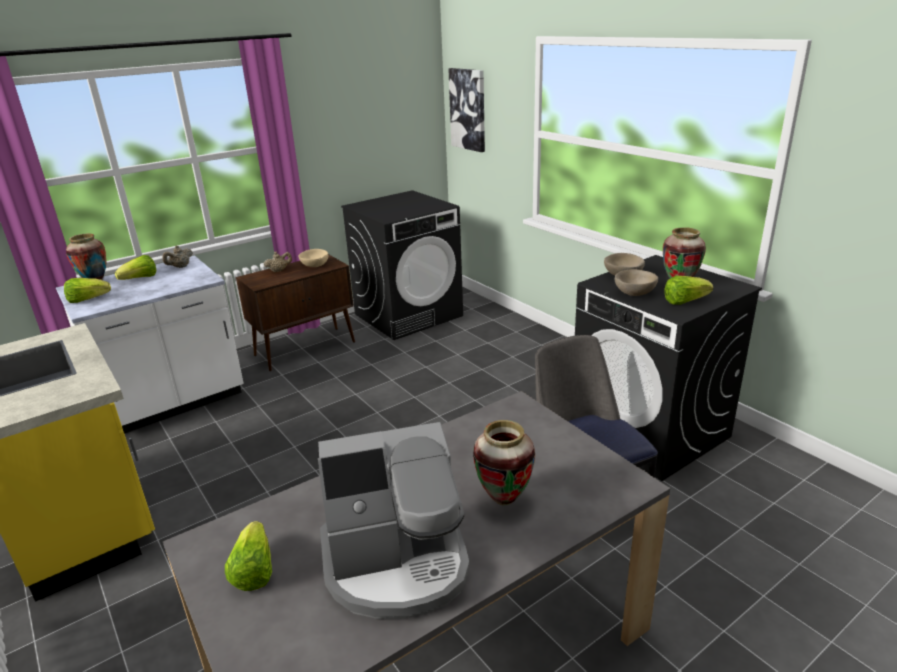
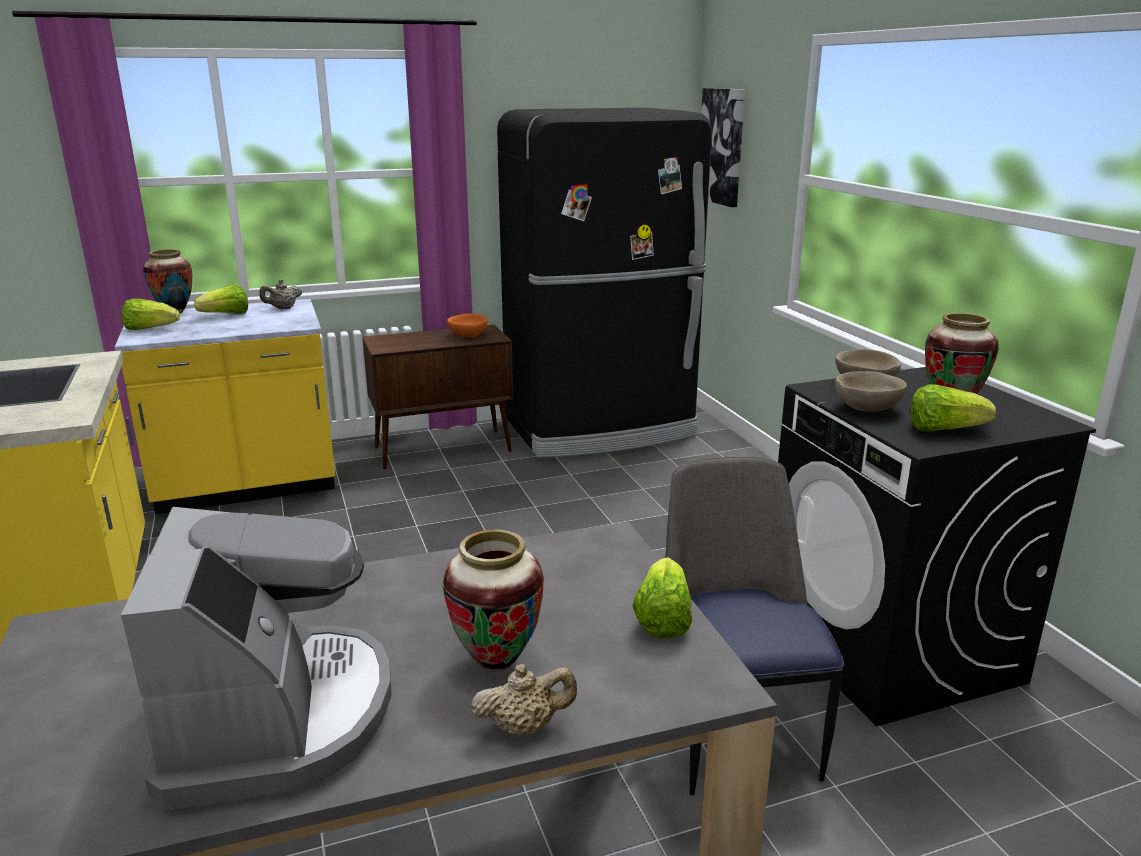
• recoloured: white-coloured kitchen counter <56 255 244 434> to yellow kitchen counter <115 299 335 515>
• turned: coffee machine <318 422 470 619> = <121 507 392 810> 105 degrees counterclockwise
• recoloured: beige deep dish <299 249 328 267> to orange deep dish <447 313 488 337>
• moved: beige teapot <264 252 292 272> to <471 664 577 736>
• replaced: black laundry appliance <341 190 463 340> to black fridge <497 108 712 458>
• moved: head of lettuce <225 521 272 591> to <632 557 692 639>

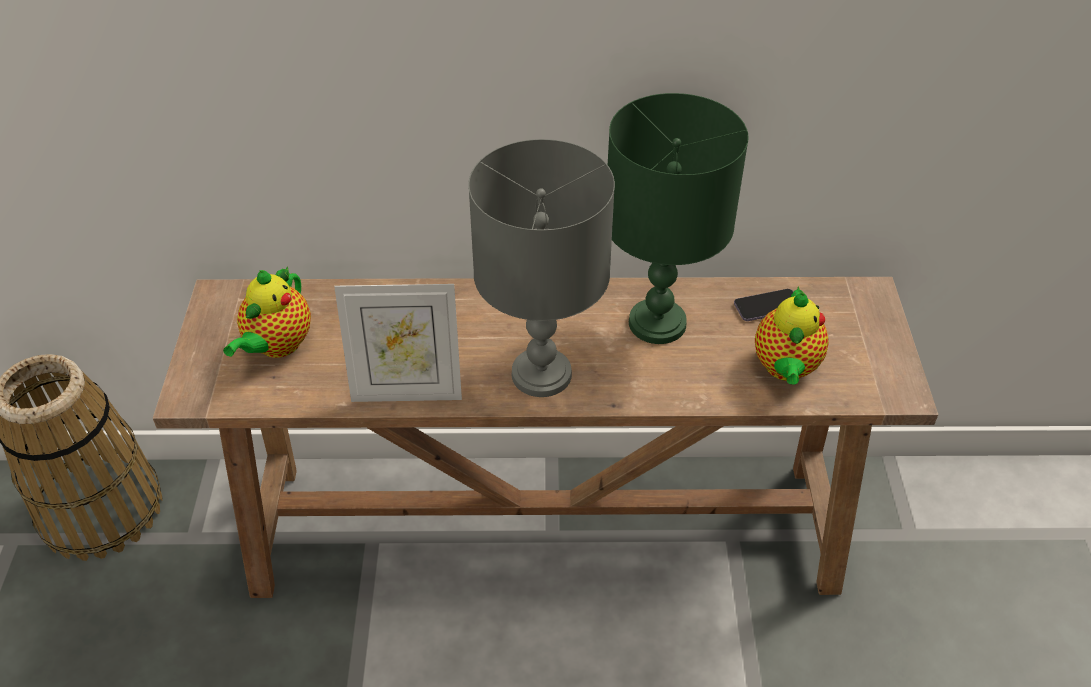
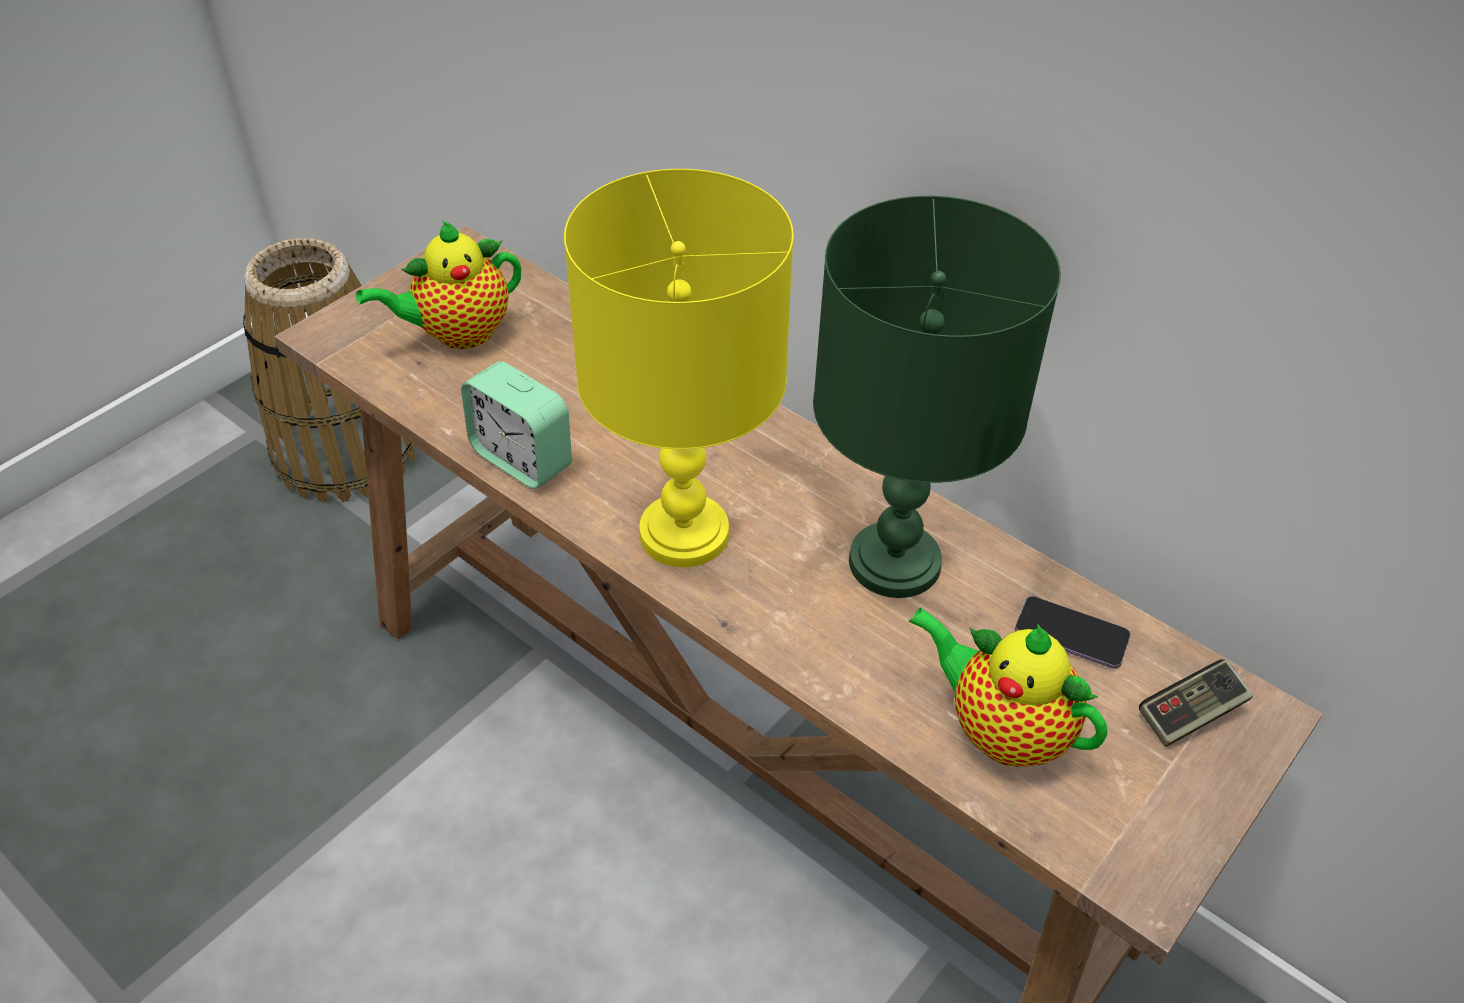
• replaced: picture frame <334 284 462 402> to bedside clock <461 361 572 489>
• recoloured: gray table lamp <468 139 615 397> to yellow table lamp <564 169 794 567>
• turned: teapot <755 286 829 385> = <908 608 1107 767> 75 degrees clockwise
• added: gamepad <1139 659 1253 747>

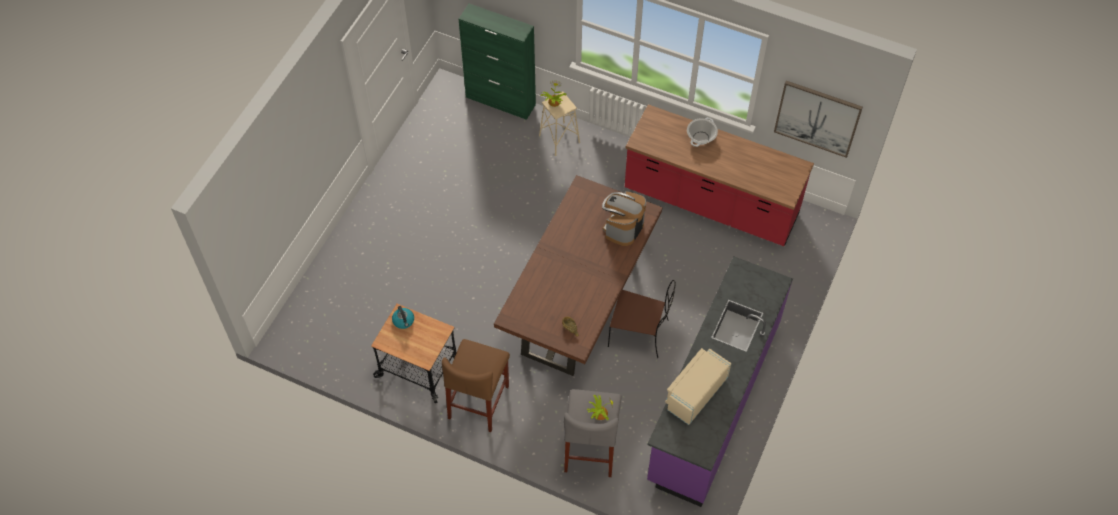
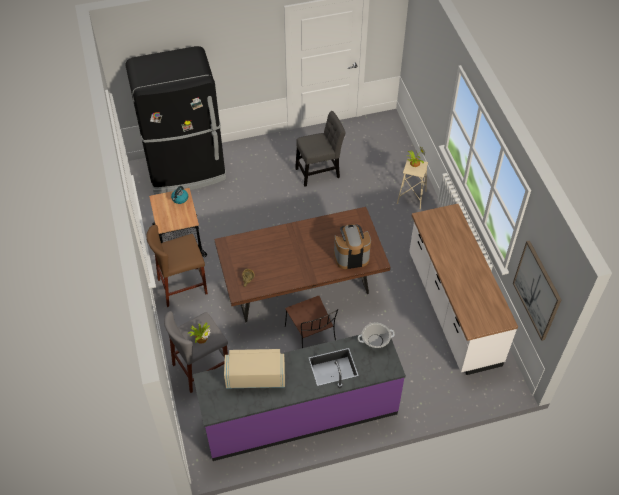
• added: black fridge <125 46 226 194>
• added: gray chair <295 111 346 187>
• moved: stockpot <687 117 718 147> to <358 323 395 348>
• recoloured: reddish kitchen counter <625 104 814 246> to white-coloured kitchen counter <409 204 518 375>
• removed: greenish cabinet <459 4 536 120>

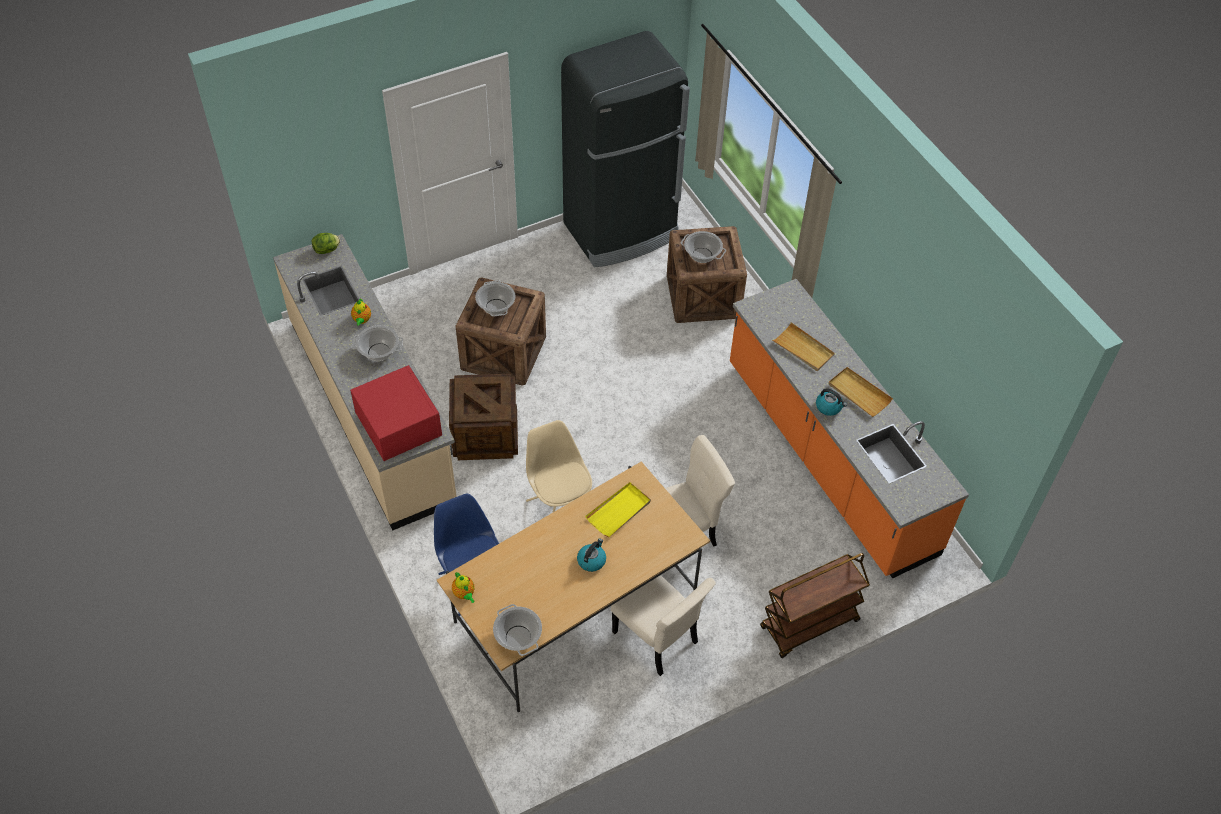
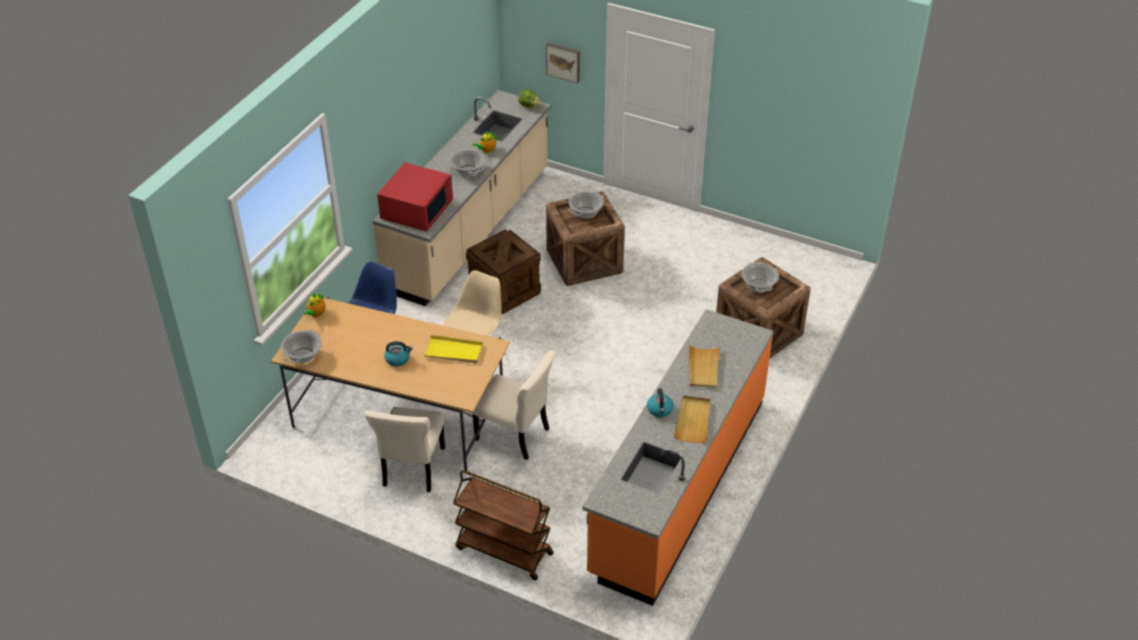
• added: picture <546 43 580 83>
• removed: black fridge <561 31 690 267>

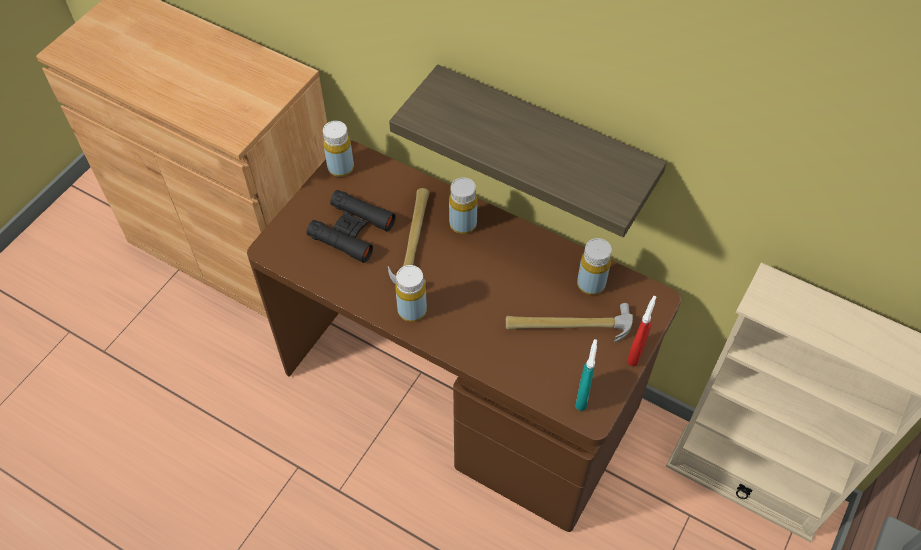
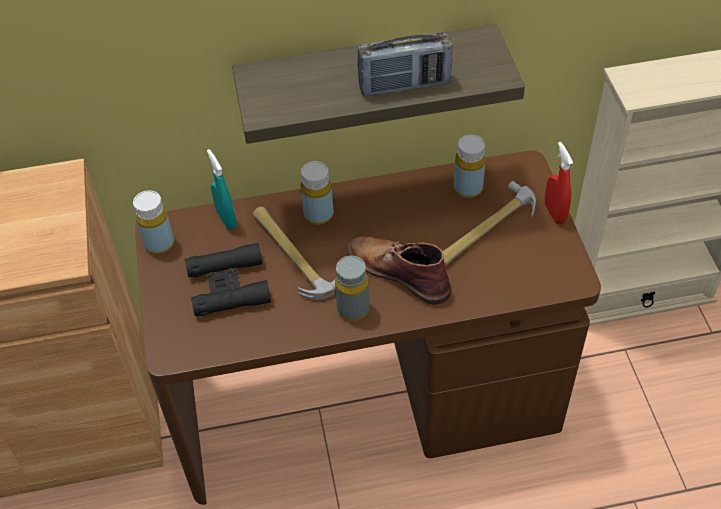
• moved: blue-green spray bottle <575 339 597 411> to <207 149 237 230>
• recoloured: yellow drink bottle <395 265 427 322> to gray drink bottle <335 256 369 321>
• added: brownish tall boot <348 236 451 305>
• added: radio <357 33 453 96>

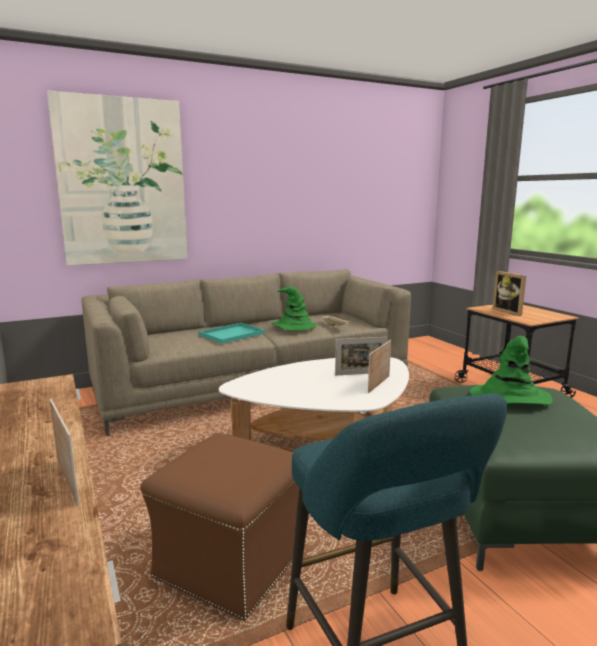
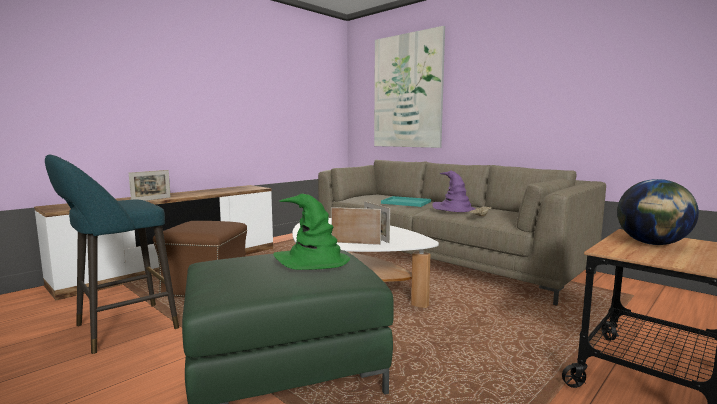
• recoloured: greenish wearable hat <271 286 316 331> to purple wearable hat <432 171 476 212>
• replaced: picture frame <493 271 526 316> to globe <617 179 699 245>

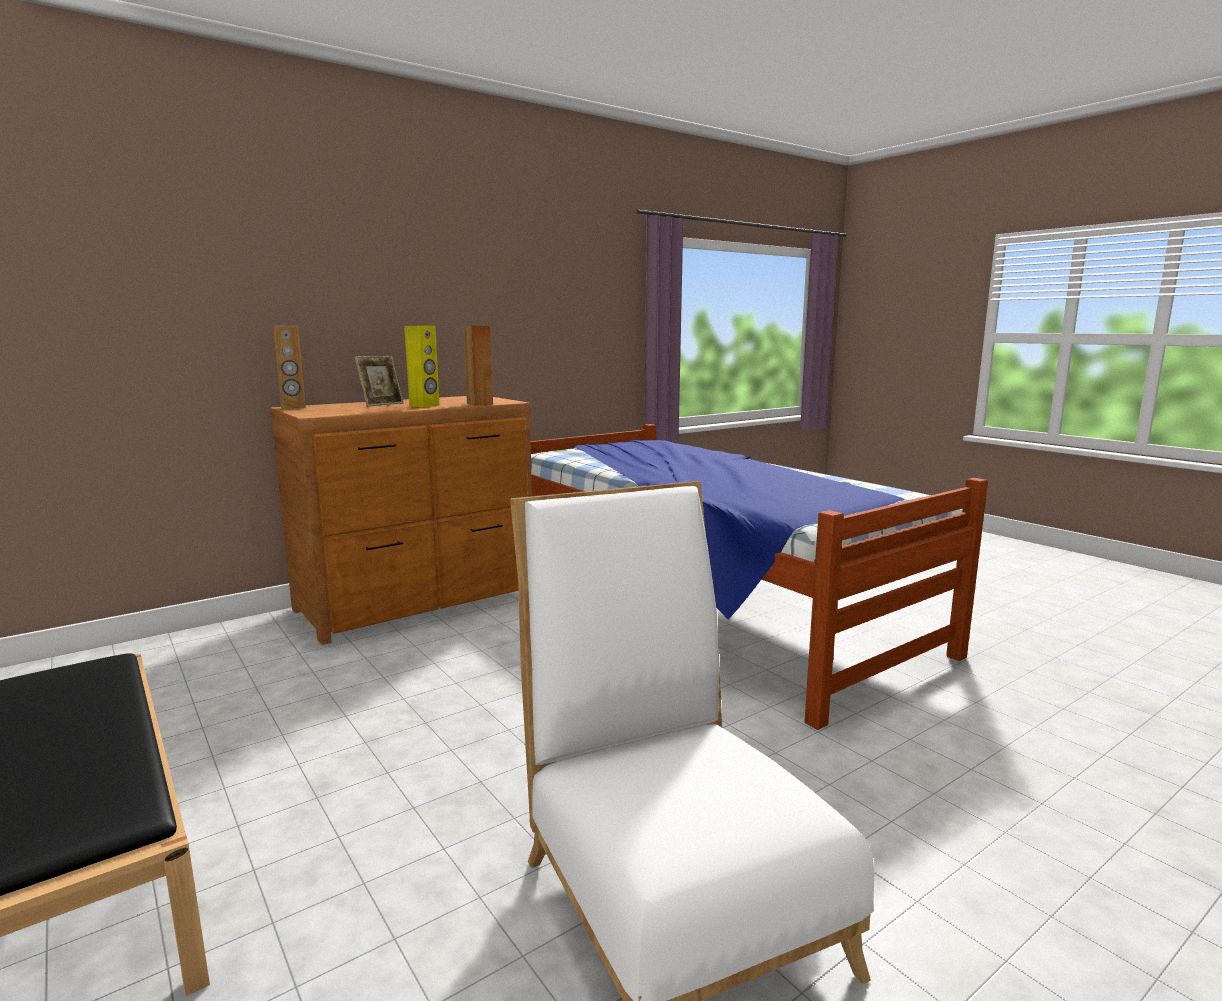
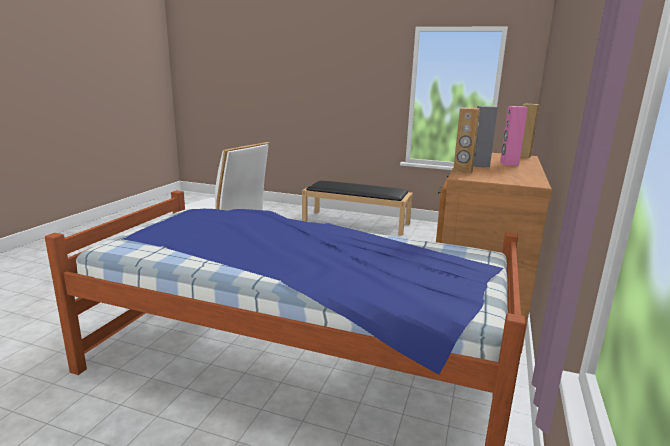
• recoloured: yellow audio speaker <404 326 440 408> to gray audio speaker <473 106 498 167>
• replaced: picture frame <354 356 404 407> to pink audio speaker <500 106 528 166>

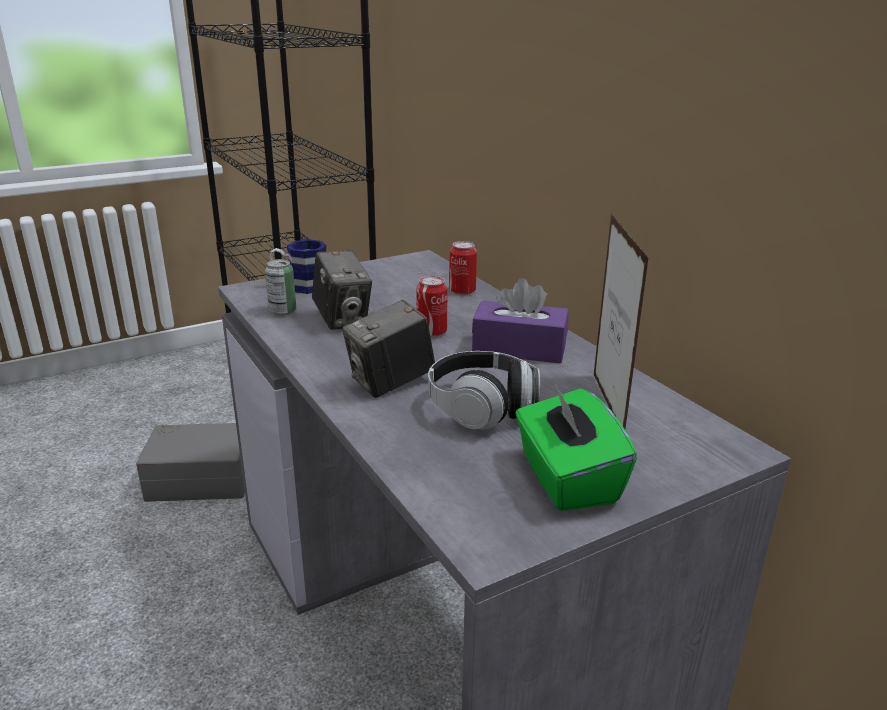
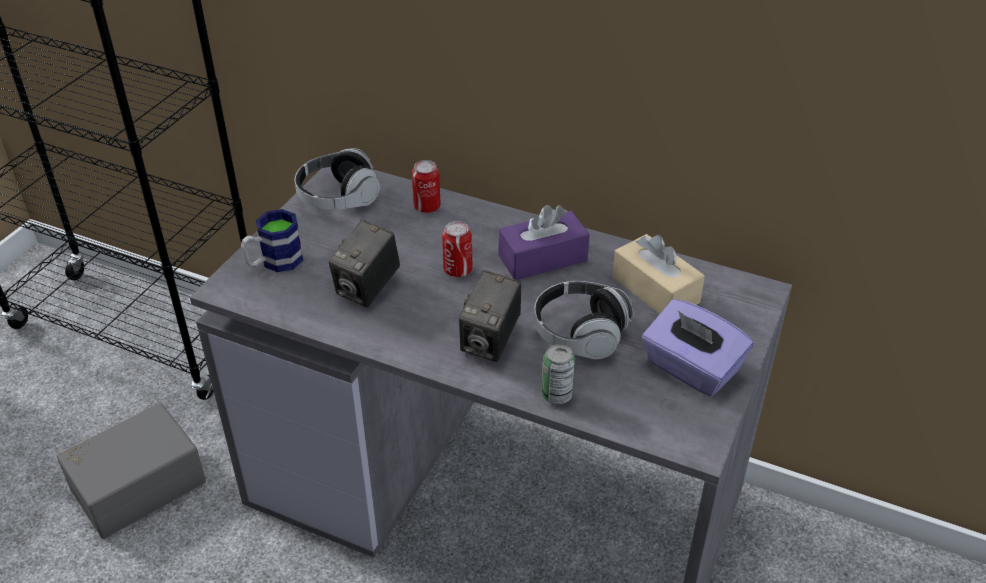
• added: headset <295 148 380 209>
• turned: photo camera <312 250 372 330> = <329 220 400 307> 90 degrees clockwise
• moved: sealed can <265 259 296 316> to <542 344 575 404>
• replaced: picture frame <594 214 649 429> to beige tissue box <612 234 705 314>
• recoloured: greenish tissue box <515 382 637 511> to purple tissue box <642 299 753 397>

